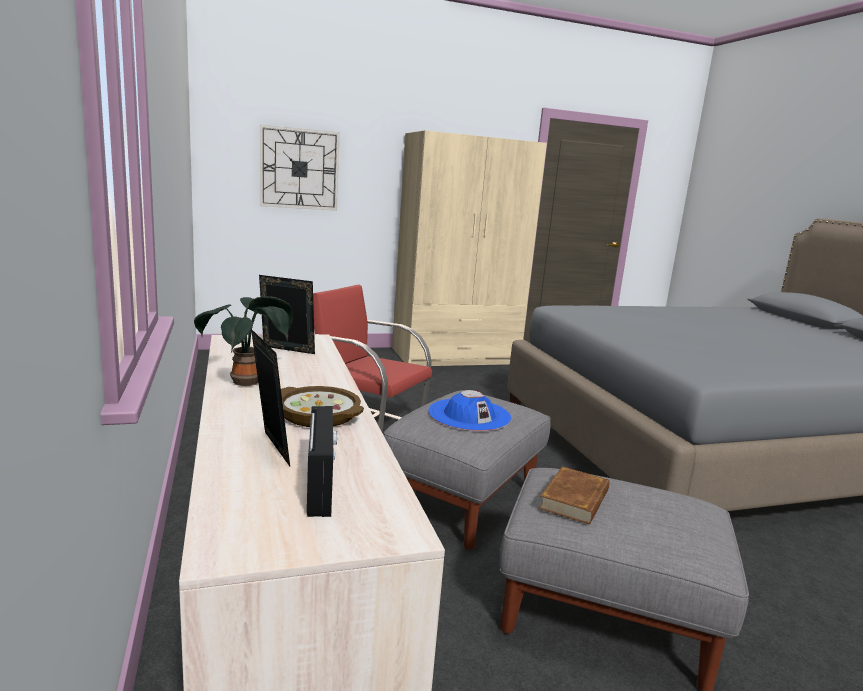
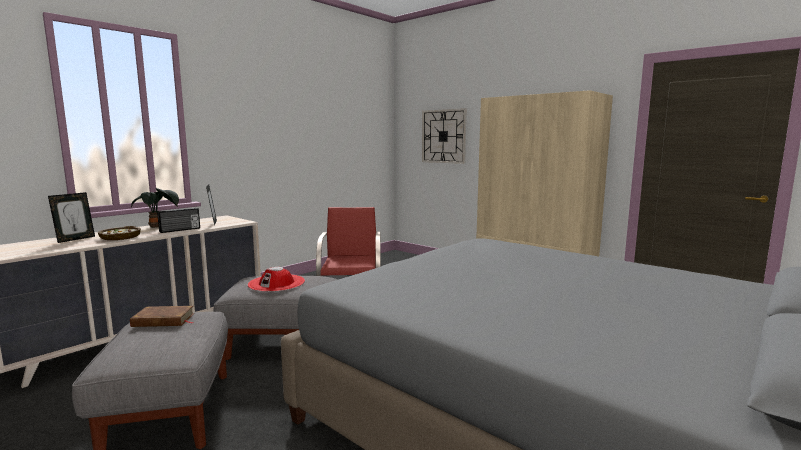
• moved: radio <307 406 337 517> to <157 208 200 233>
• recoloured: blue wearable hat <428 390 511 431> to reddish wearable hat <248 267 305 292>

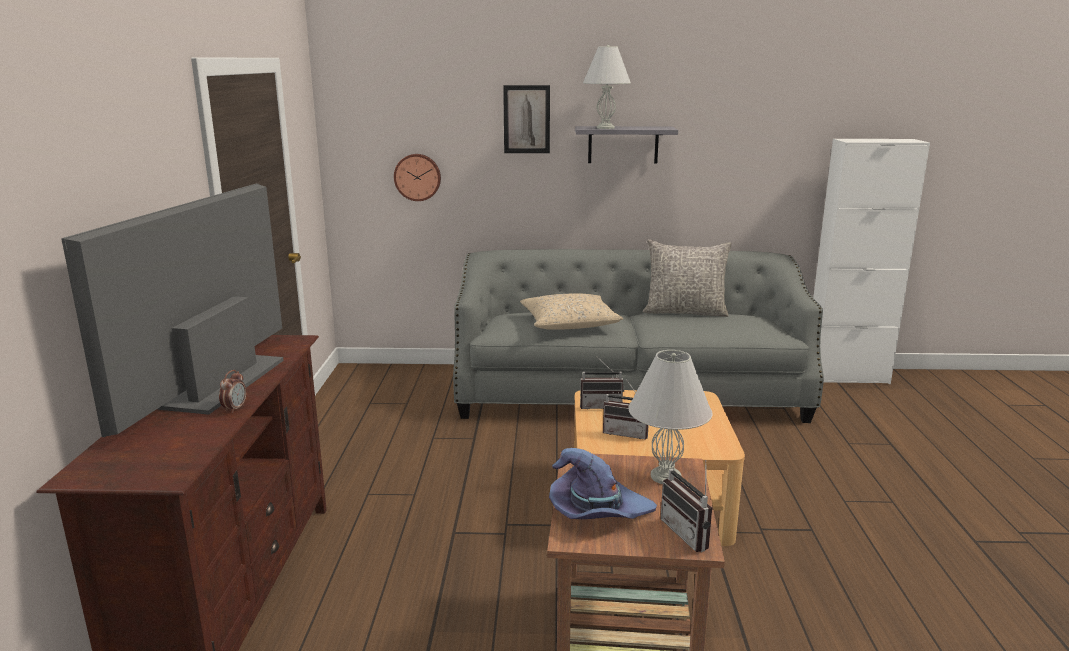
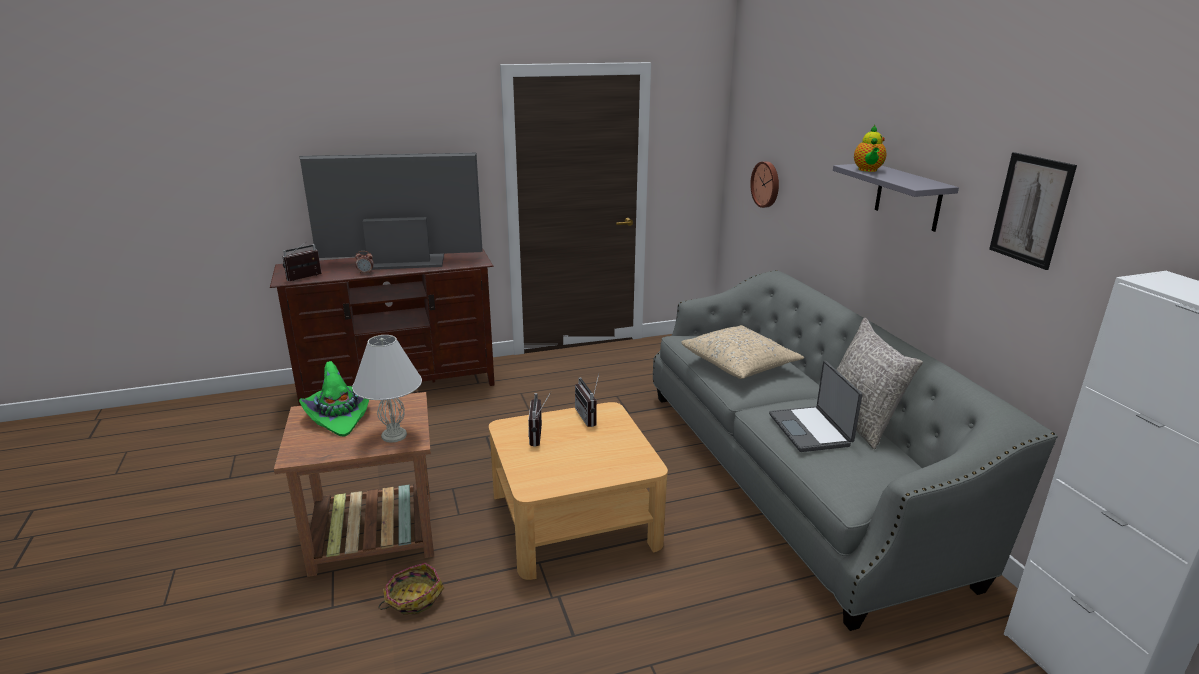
• moved: radio <661 460 712 552> to <282 243 322 281>
• recoloured: purple wearable hat <549 448 657 519> to greenish wearable hat <299 361 369 437>
• added: basket <379 563 444 614>
• added: notebook computer <769 361 862 452>
• replaced: white-coloured table lamp <583 45 631 129> to teapot <854 125 886 172>
• moved: picture <503 85 550 153> to <989 152 1077 270>

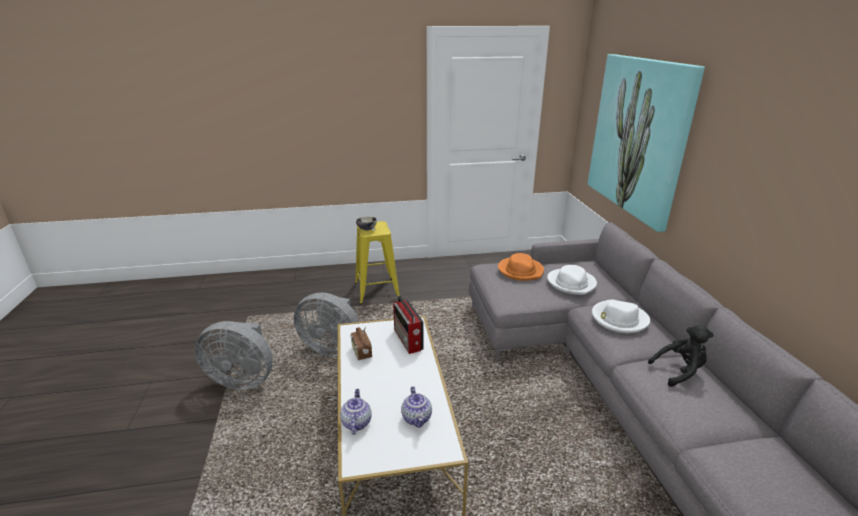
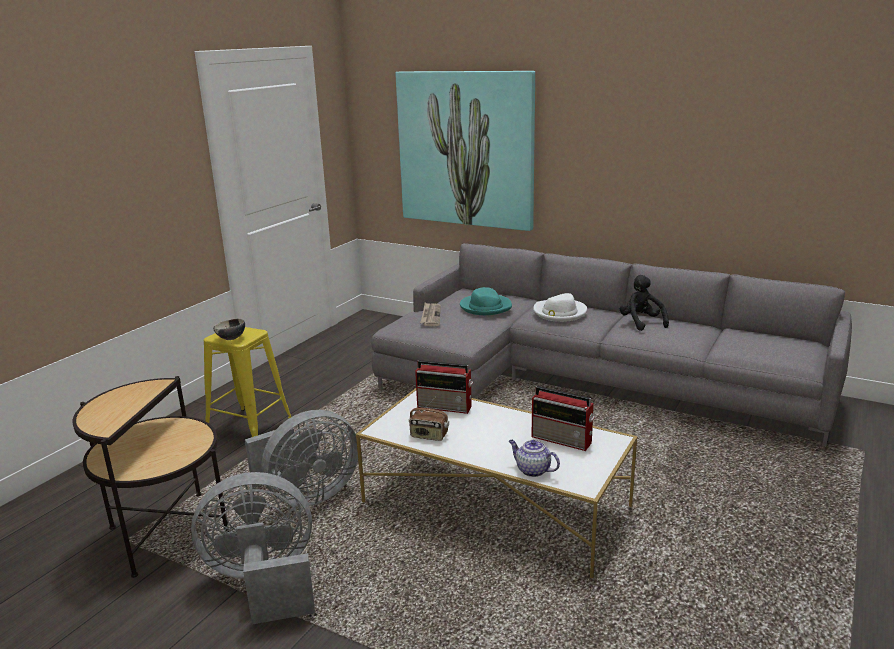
• added: side table <73 376 229 578>
• turned: gray cooling fan <195 321 273 390> = <191 472 315 625> 150 degrees counterclockwise
• replaced: orange wearable hat <498 253 544 281> to daily paper <420 303 441 326>
• recoloured: white-coloured wearable hat <547 265 597 295> to blue-green wearable hat <460 287 512 315>
• replaced: teapot <401 386 432 428> to radio <532 386 595 451>
• turned: black plush toy <648 325 714 387> = <620 275 669 331> 45 degrees counterclockwise

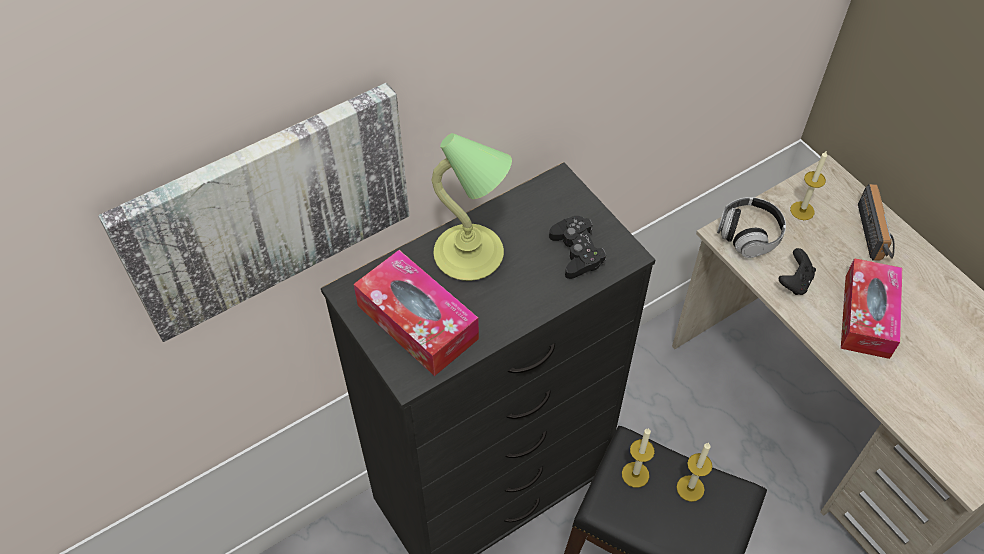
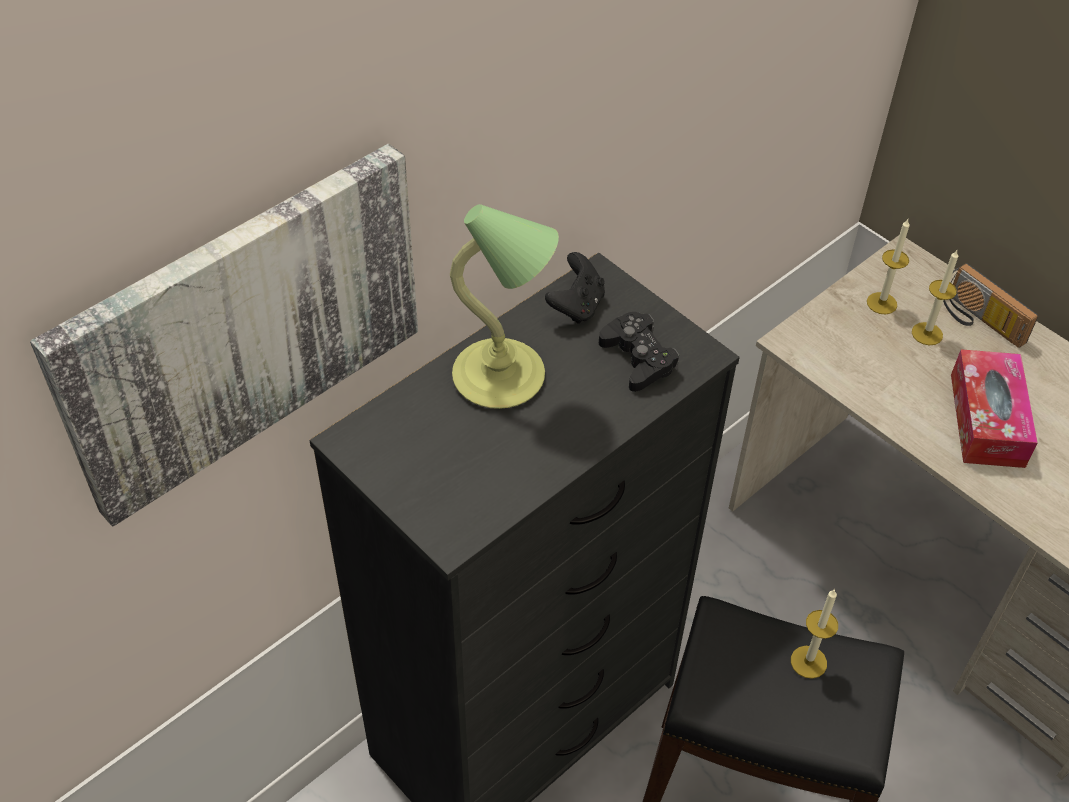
• moved: black gamepad <779 248 816 295> to <545 252 605 324>
• moved: wax candle <622 428 655 488> to <912 250 958 345>
• turned: radio <858 184 895 261> = <943 263 1038 348> 150 degrees clockwise
• removed: tissue box <354 250 479 376>
• removed: headset <717 197 786 258>

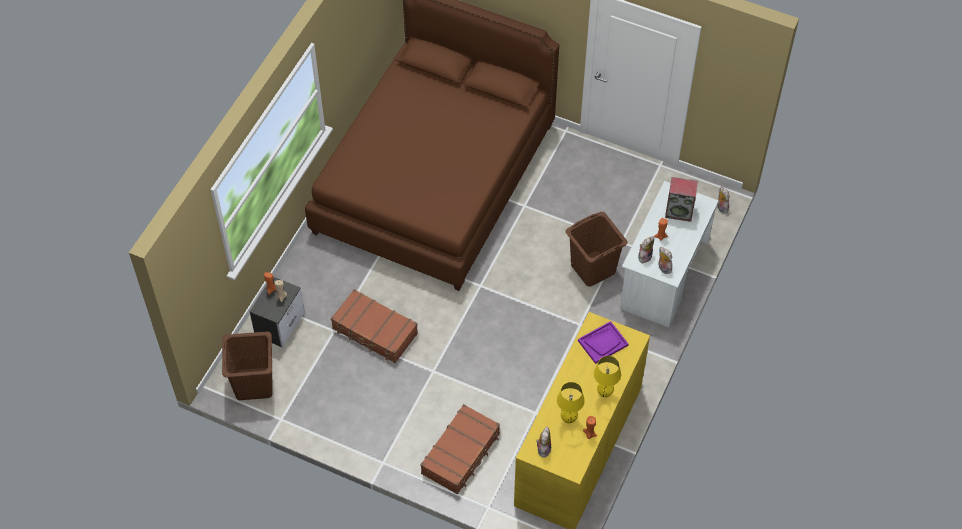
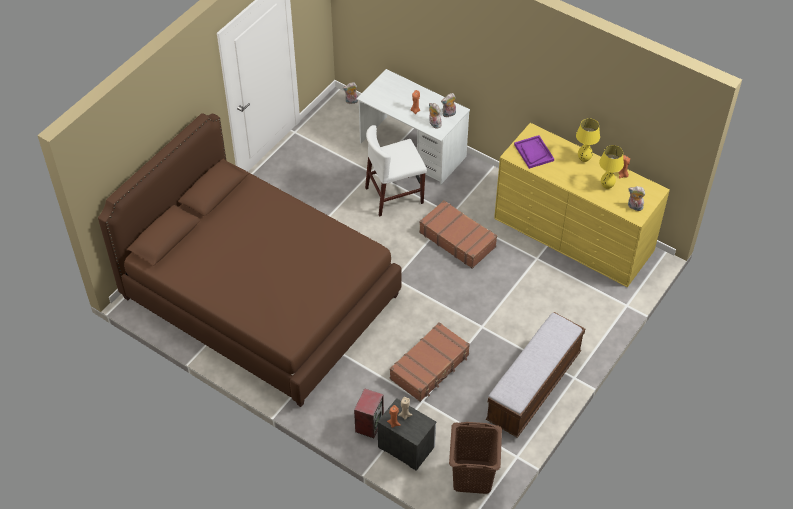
• moved: audio speaker <665 177 698 222> to <354 388 384 438>
• replaced: brownish washing basket <566 212 628 287> to white-coloured chair <365 125 427 217>
• moved: brownish suitcase <420 404 500 494> to <419 200 497 269>
• added: indoor bench <486 312 585 438>

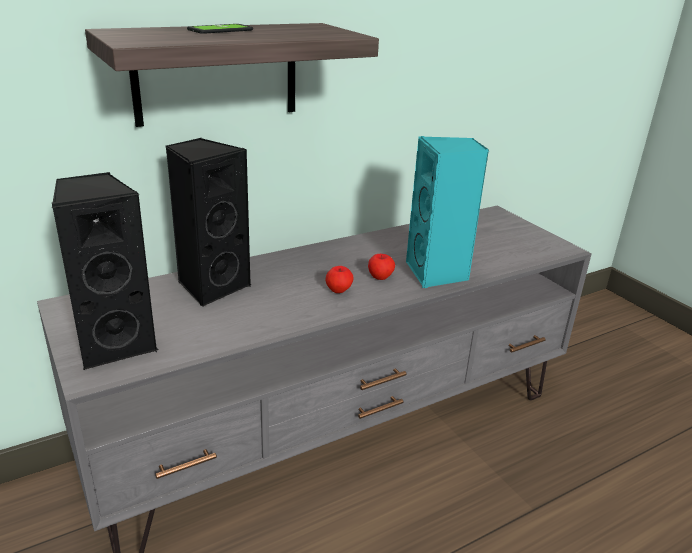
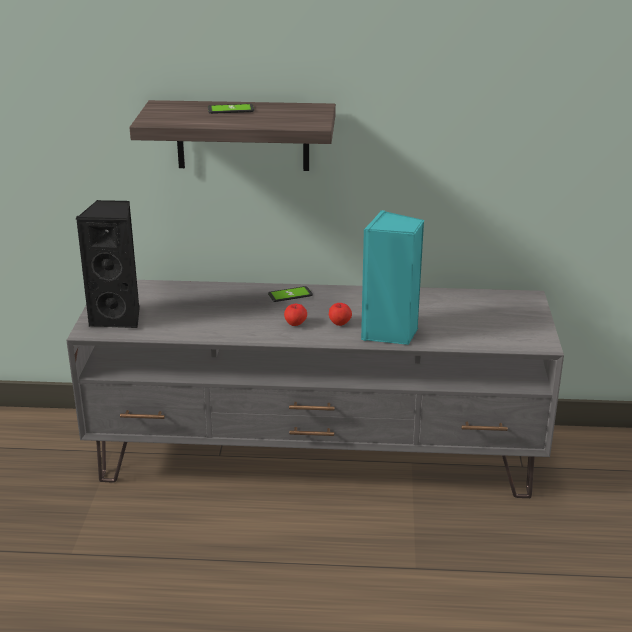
• added: handset <268 286 313 302>
• removed: black audio speaker <165 138 252 307>

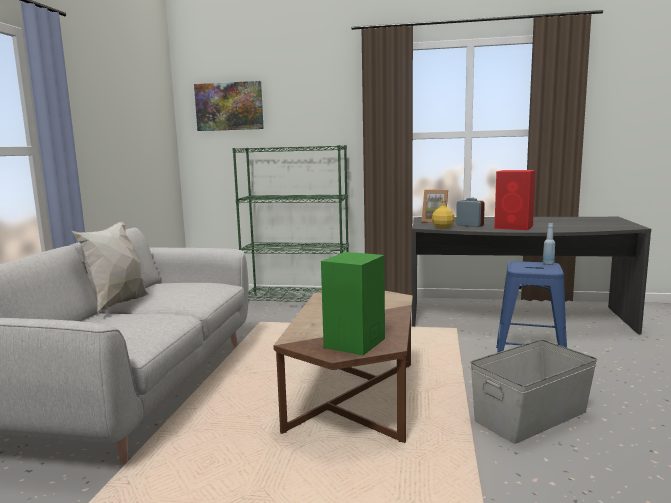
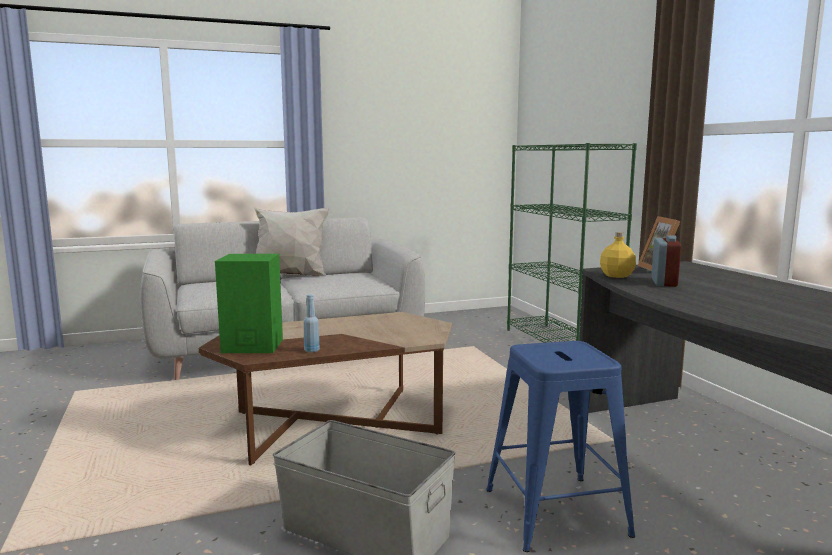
• moved: blue drink bottle <543 223 555 265> to <303 294 320 353>
• removed: picture <194 81 264 131>
• removed: reddish audio speaker <494 170 536 230>

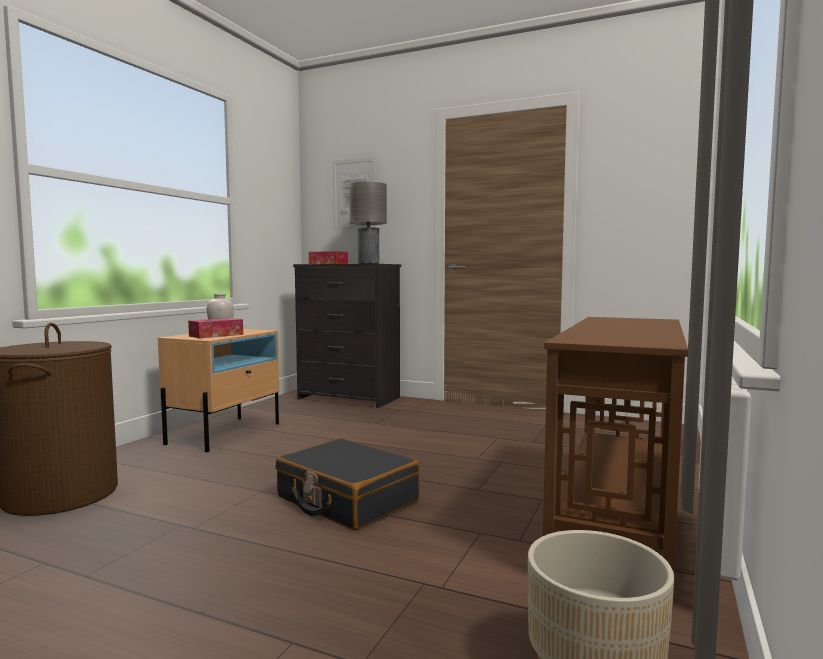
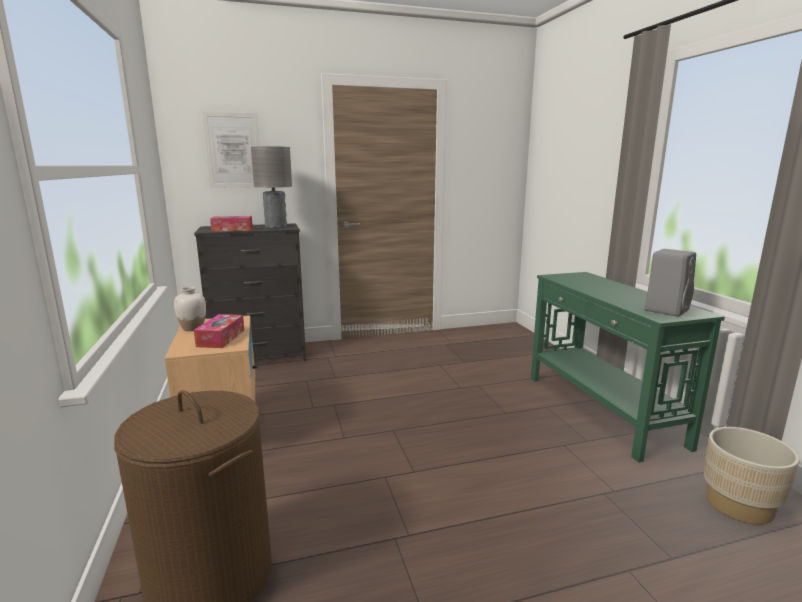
• recoloured: brownish narrow table <543 317 689 611> to greenish narrow table <531 272 725 463>
• added: gray audio speaker <645 249 696 317>
• removed: black suitcase <275 438 420 531>

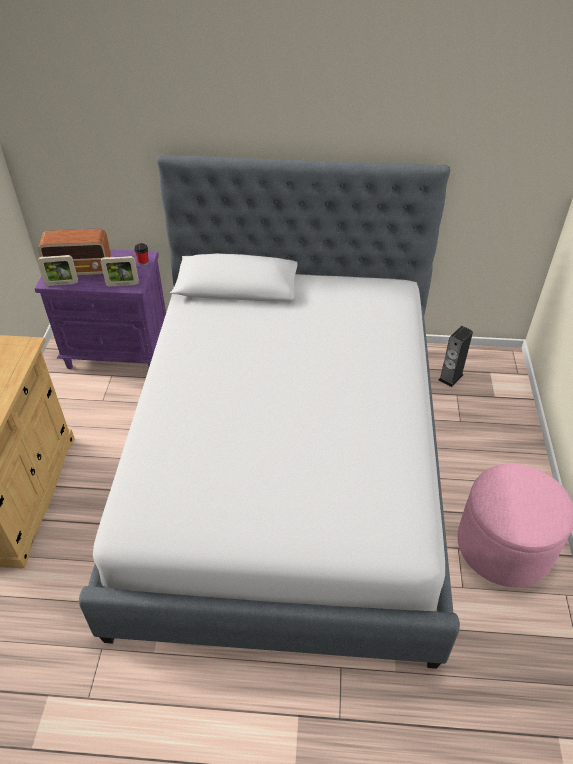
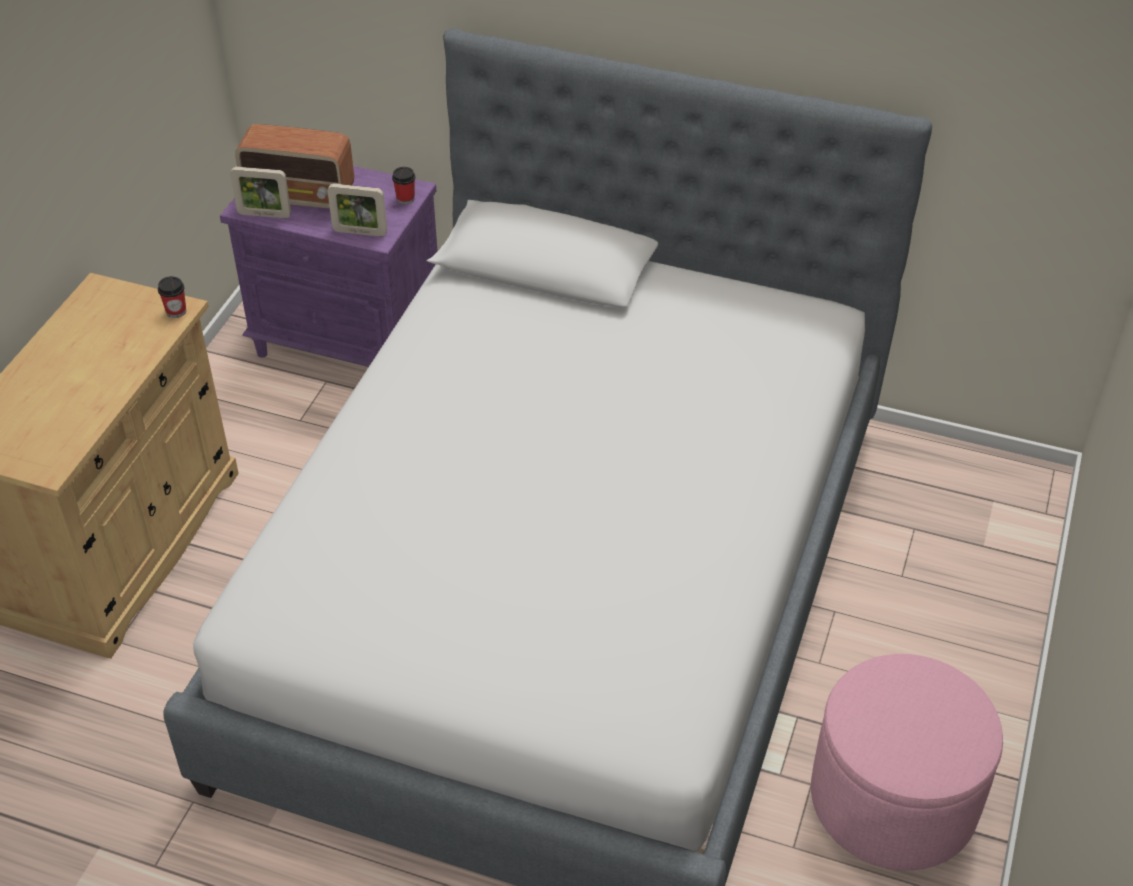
• added: cup <158 276 186 318>
• removed: audio speaker <439 326 473 387>

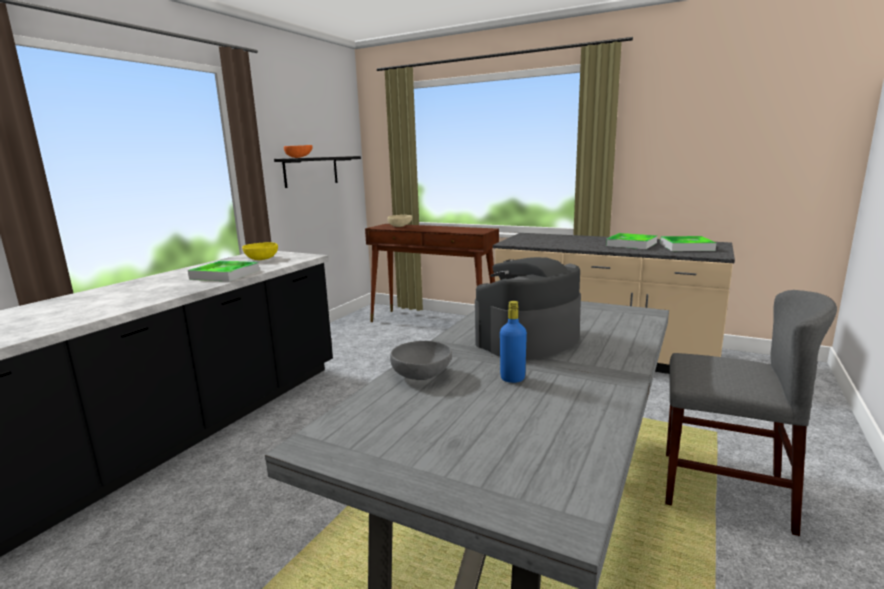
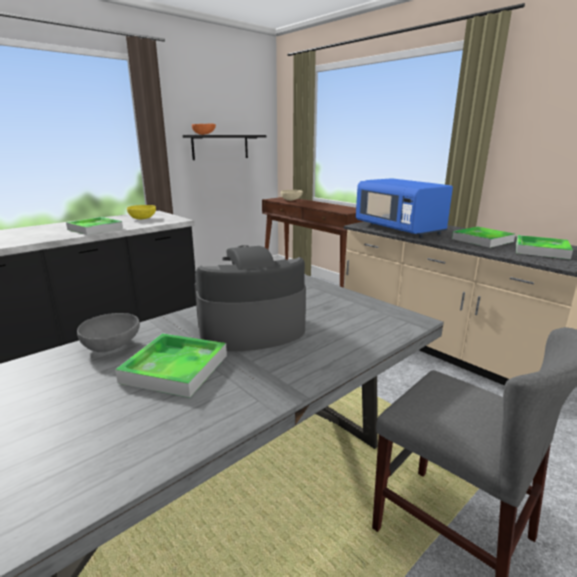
• replaced: blue drink bottle <500 301 527 383> to tray <115 333 227 398>
• added: blue microwave <356 178 453 238>

